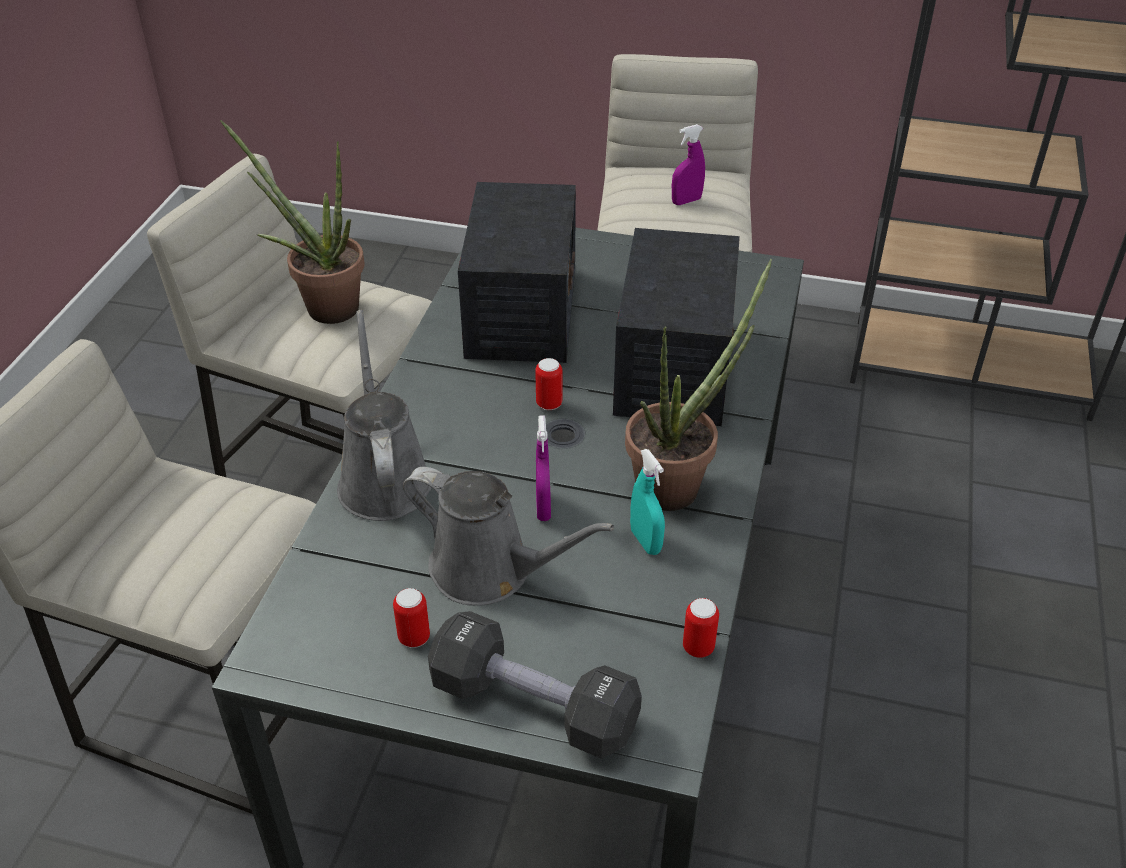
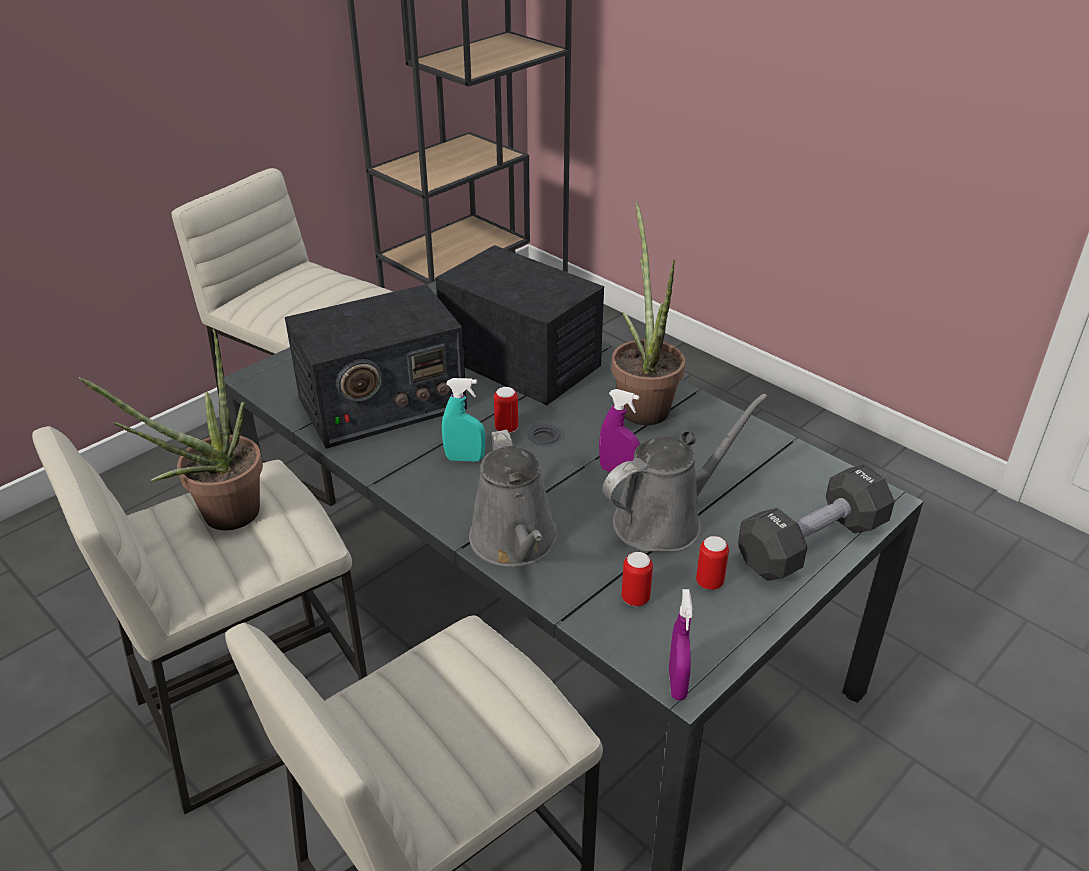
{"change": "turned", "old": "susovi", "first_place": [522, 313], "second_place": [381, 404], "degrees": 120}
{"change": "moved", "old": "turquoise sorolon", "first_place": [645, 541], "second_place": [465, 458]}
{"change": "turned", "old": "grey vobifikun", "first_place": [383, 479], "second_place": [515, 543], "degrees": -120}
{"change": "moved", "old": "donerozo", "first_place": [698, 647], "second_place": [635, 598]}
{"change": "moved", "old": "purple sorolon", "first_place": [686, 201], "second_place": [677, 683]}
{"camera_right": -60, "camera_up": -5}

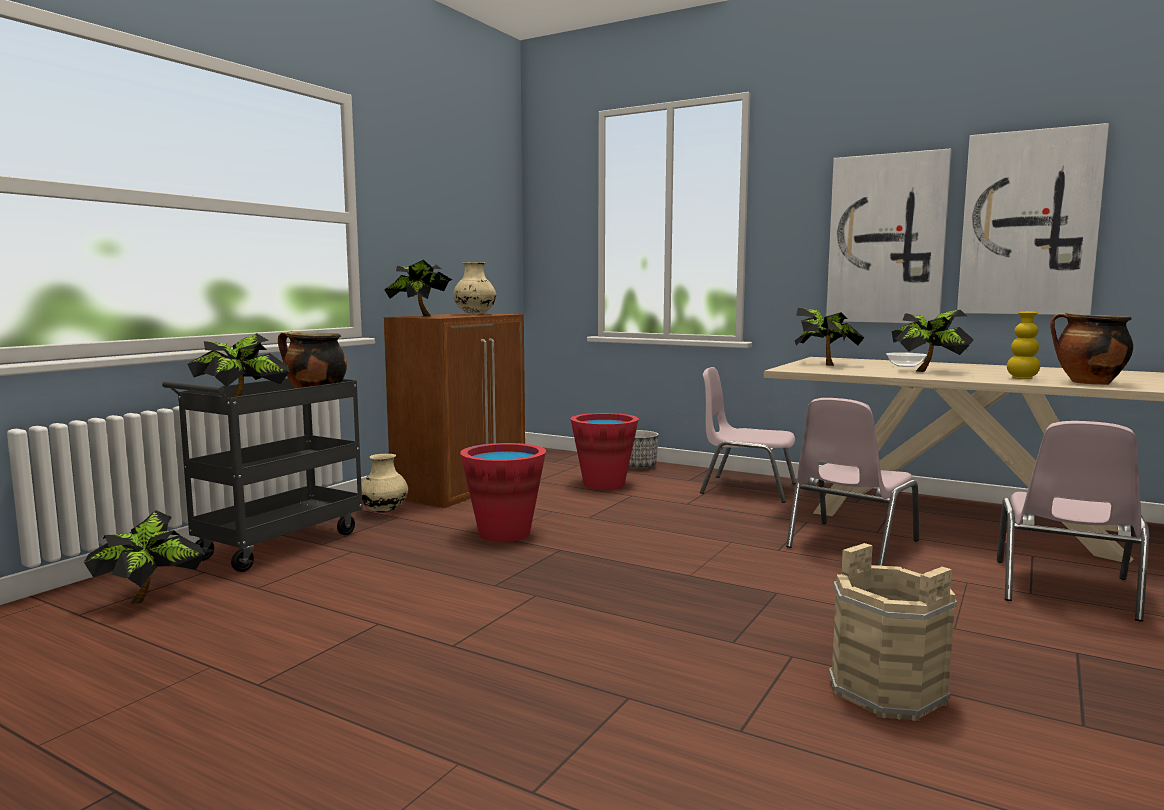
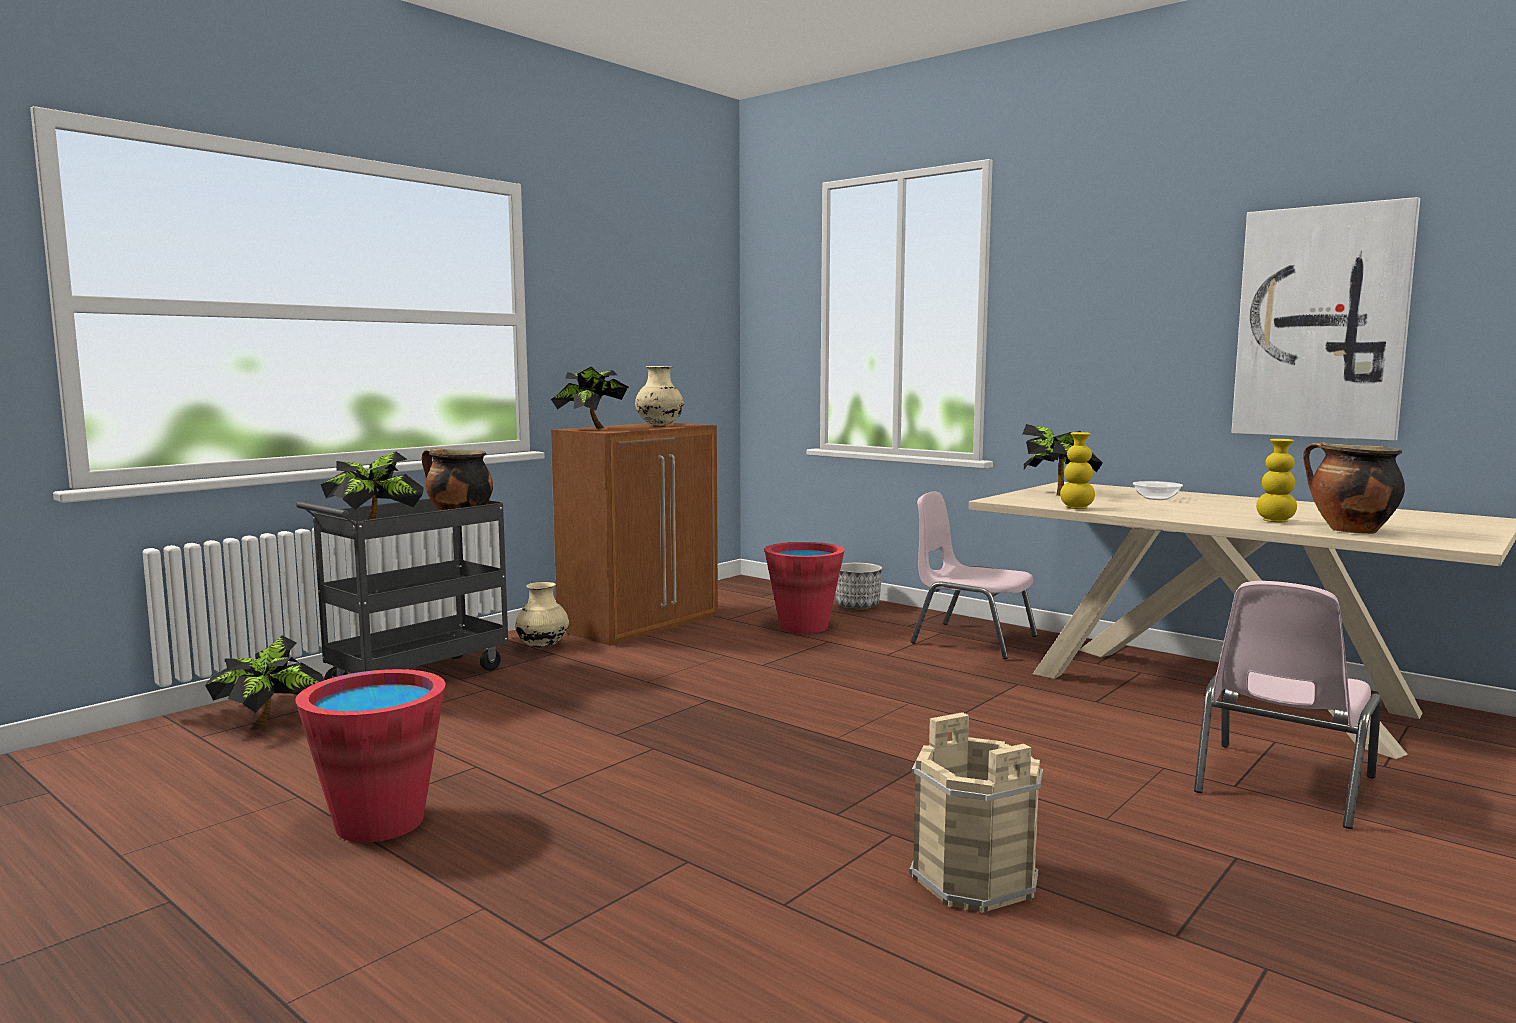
{"change": "moved", "old": "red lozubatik", "first_place": [504, 533], "second_place": [380, 822]}
{"change": "added", "new": "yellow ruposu", "second_place": [1076, 508]}
{"change": "removed", "old": "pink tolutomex", "first_place": [850, 544]}
{"change": "removed", "old": "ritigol", "first_place": [886, 239]}
{"change": "removed", "old": "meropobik", "first_place": [930, 372]}
{"camera_right": 10, "camera_up": 0}

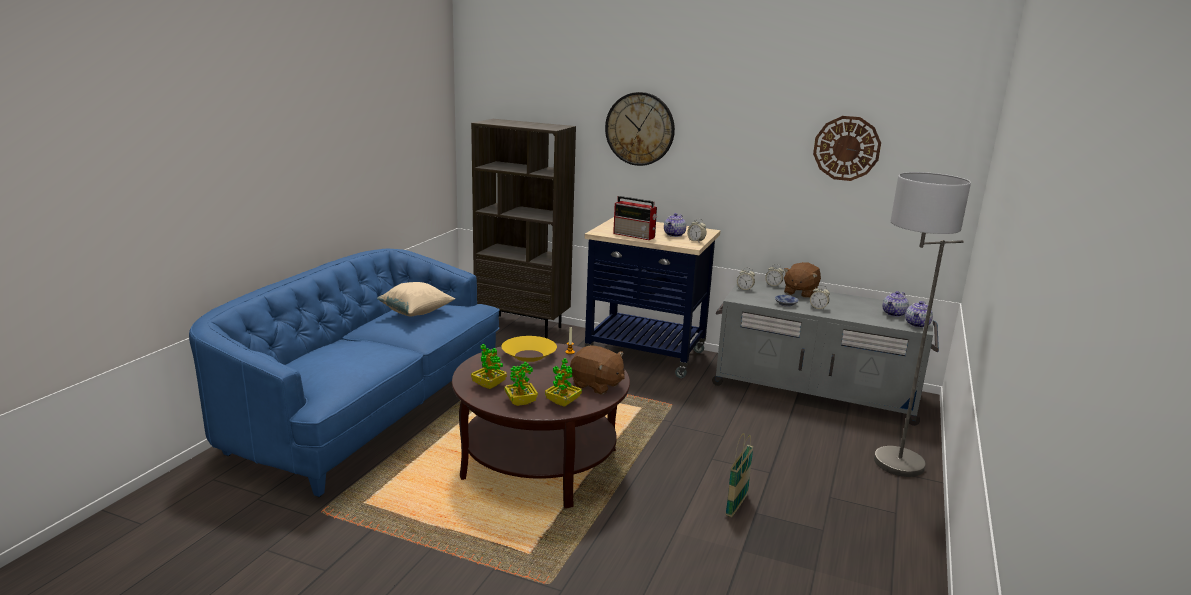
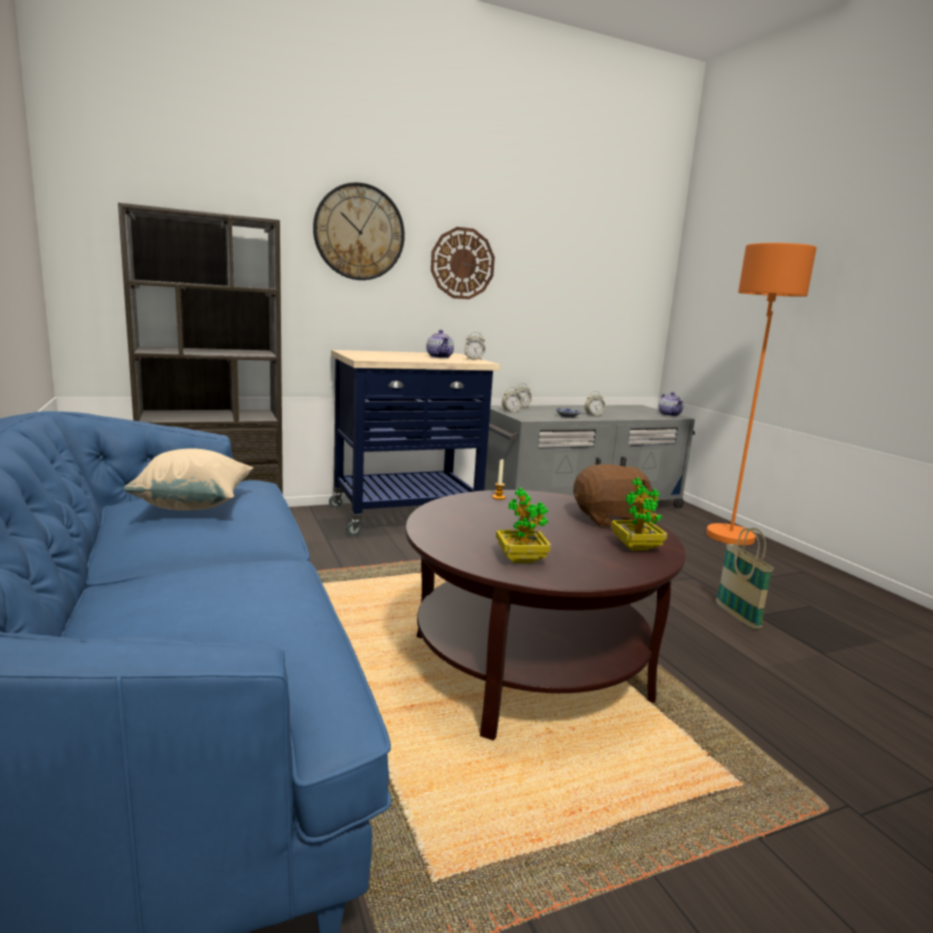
{"change": "moved", "old": "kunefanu", "first_place": [846, 148], "second_place": [462, 263]}
{"change": "recoloured", "old": "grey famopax", "new": "orange famopax", "first_place": [886, 465], "second_place": [728, 541]}
{"change": "removed", "old": "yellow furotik", "first_place": [529, 356]}
{"change": "removed", "old": "meropobik", "first_place": [521, 402]}
{"change": "removed", "old": "susovi", "first_place": [635, 235]}
{"change": "removed", "old": "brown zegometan", "first_place": [800, 292]}
{"change": "removed", "old": "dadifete", "first_place": [894, 314]}
{"camera_right": -45, "camera_up": -5}

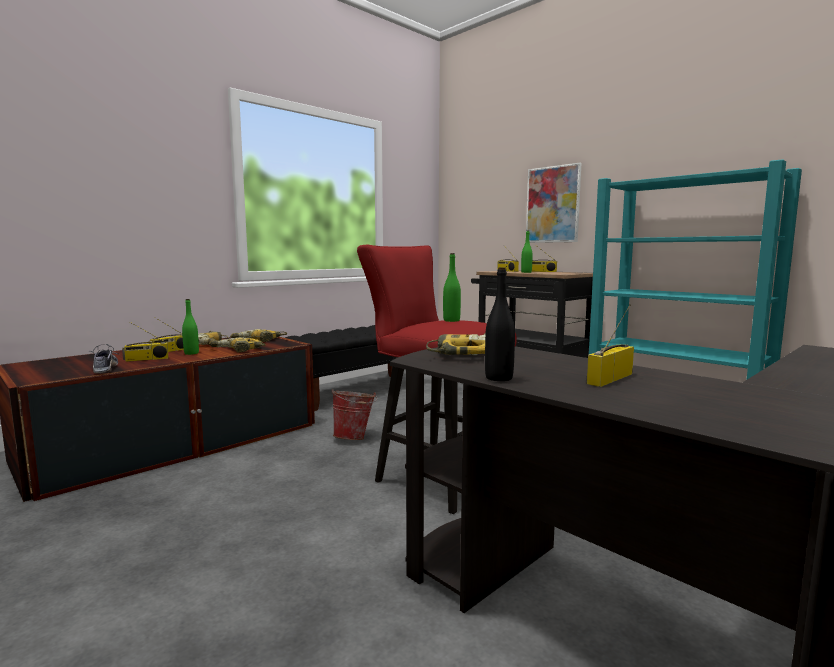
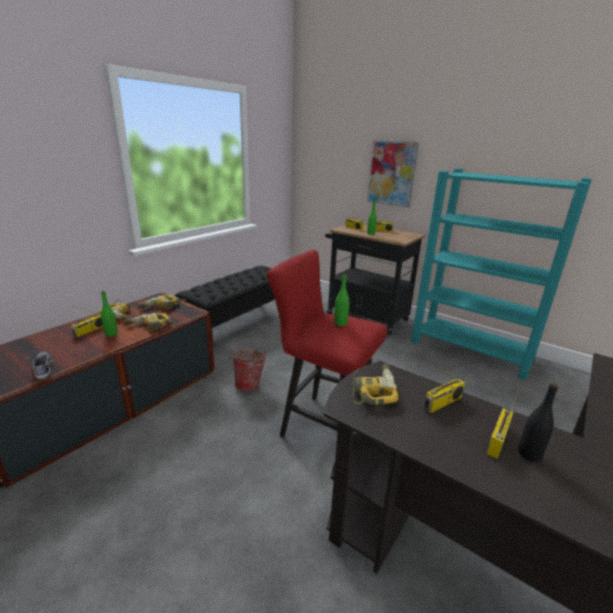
{"change": "moved", "old": "susovi", "first_place": [146, 359], "second_place": [442, 403]}
{"change": "moved", "old": "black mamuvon", "first_place": [499, 378], "second_place": [529, 454]}
{"camera_right": -10, "camera_up": 15}

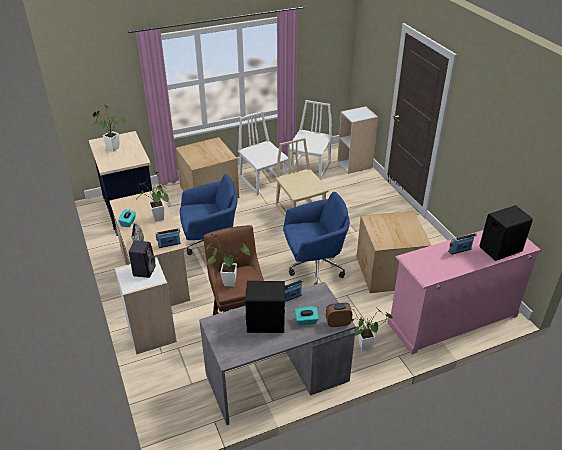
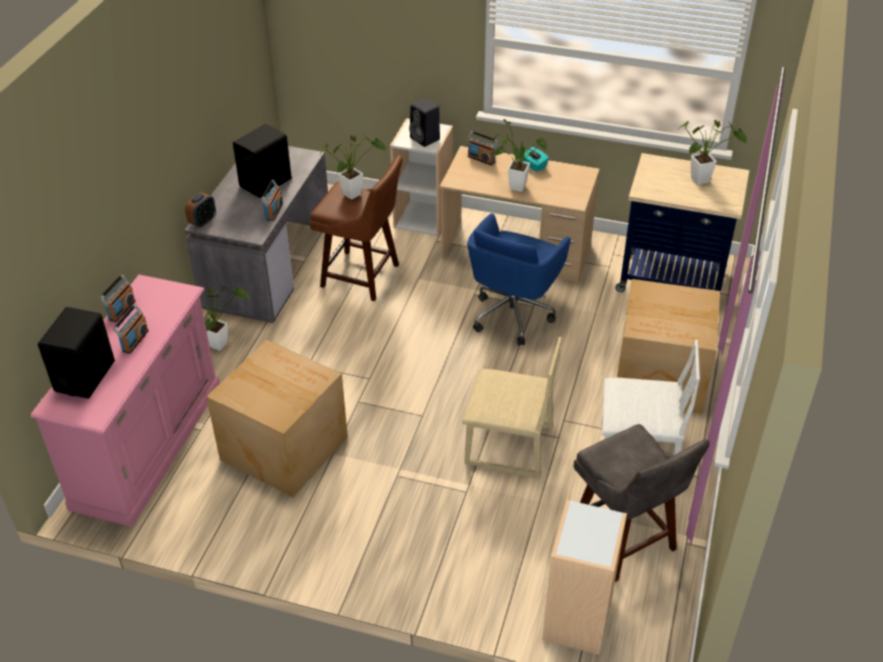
{"change": "moved", "old": "susovi", "first_place": [169, 244], "second_place": [121, 310]}
{"change": "replaced", "old": "white tolutomex", "new": "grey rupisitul", "first_place": [310, 168], "second_place": [625, 542]}
{"change": "removed", "old": "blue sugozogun", "first_place": [313, 270]}
{"change": "removed", "old": "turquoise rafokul", "first_place": [306, 321]}
{"camera_right": 130, "camera_up": 5}

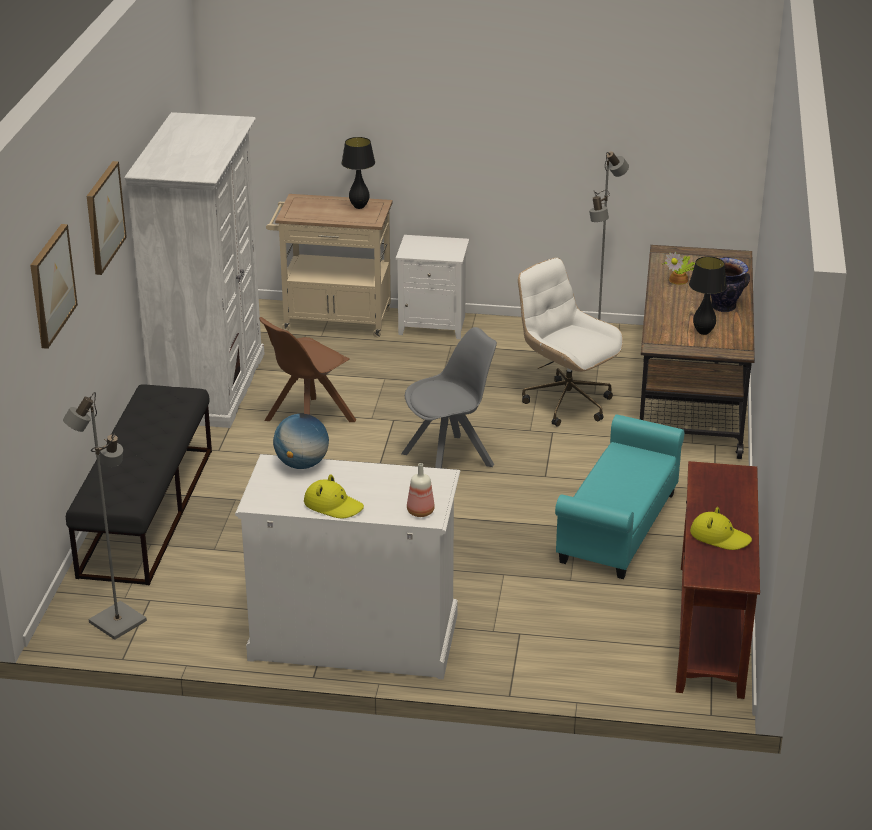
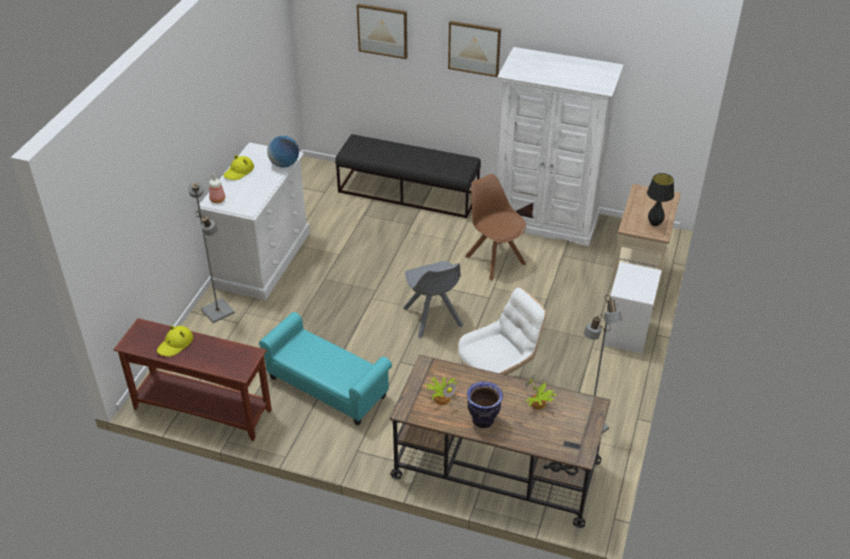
{"change": "moved", "old": "grey famopax", "first_place": [118, 621], "second_place": [218, 311]}
{"change": "replaced", "old": "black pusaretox", "new": "meropobik", "first_place": [703, 332], "second_place": [442, 397]}
{"camera_right": 100, "camera_up": 10}

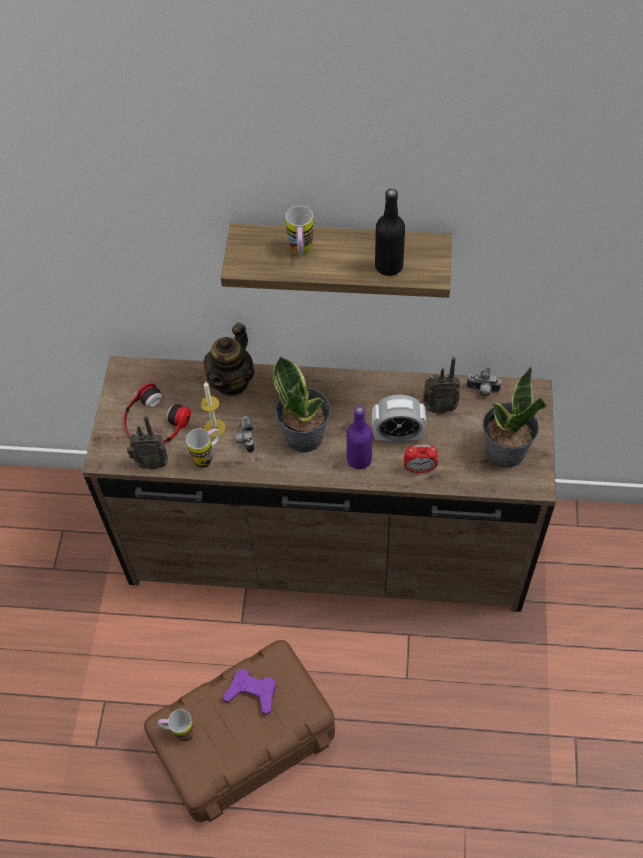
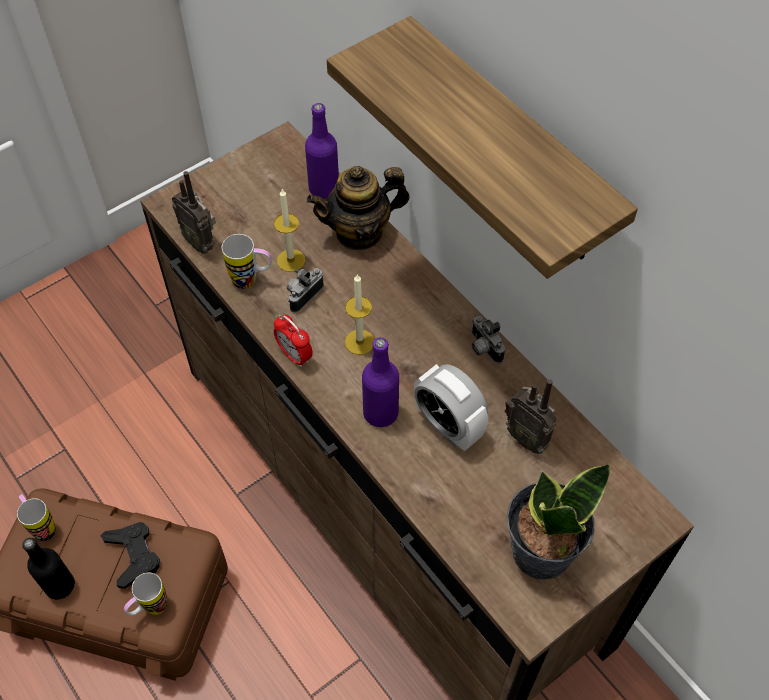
{"change": "moved", "old": "black mamuvon", "first_place": [388, 266], "second_place": [60, 585]}
{"change": "recoloured", "old": "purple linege", "new": "black linege", "first_place": [252, 693], "second_place": [133, 555]}
{"change": "moved", "old": "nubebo", "first_place": [301, 253], "second_place": [150, 609]}
{"change": "moved", "old": "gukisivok", "first_place": [419, 469], "second_place": [294, 355]}
{"change": "added", "new": "purple mamuvon", "second_place": [324, 188]}
{"change": "replaced", "old": "meropobik", "new": "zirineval", "first_place": [305, 436], "second_place": [359, 342]}
{"change": "moved", "old": "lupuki", "first_place": [482, 391], "second_place": [483, 348]}
{"change": "removed", "old": "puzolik", "first_place": [154, 422]}
{"camera_right": 45, "camera_up": 0}

